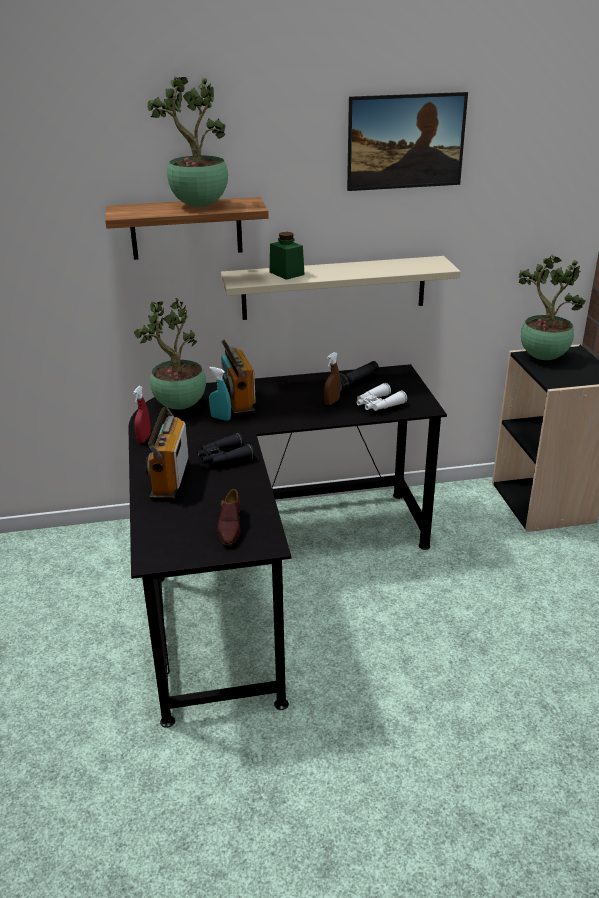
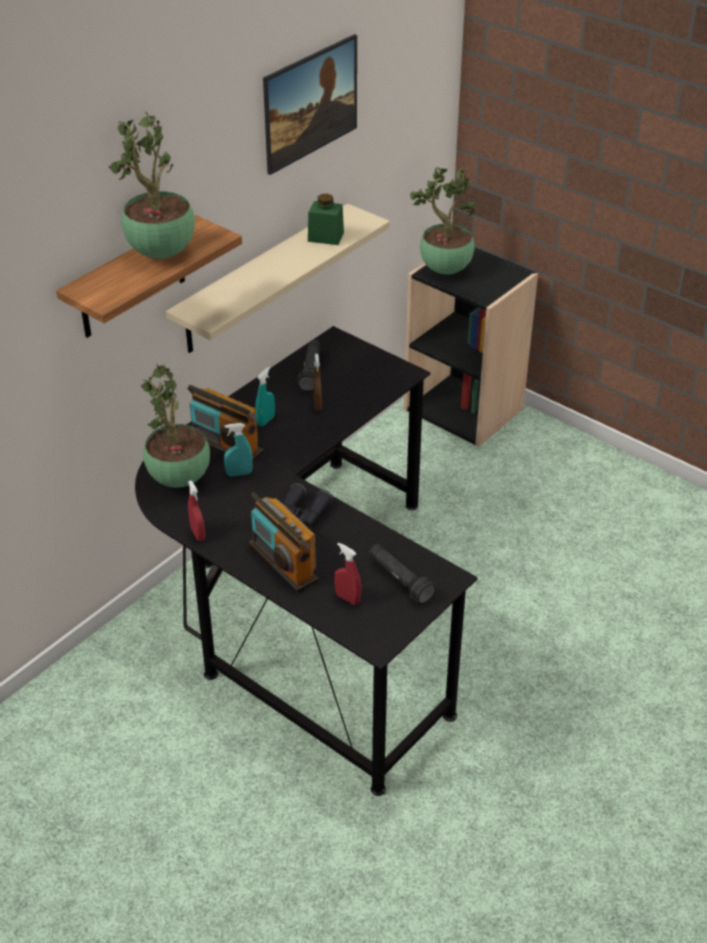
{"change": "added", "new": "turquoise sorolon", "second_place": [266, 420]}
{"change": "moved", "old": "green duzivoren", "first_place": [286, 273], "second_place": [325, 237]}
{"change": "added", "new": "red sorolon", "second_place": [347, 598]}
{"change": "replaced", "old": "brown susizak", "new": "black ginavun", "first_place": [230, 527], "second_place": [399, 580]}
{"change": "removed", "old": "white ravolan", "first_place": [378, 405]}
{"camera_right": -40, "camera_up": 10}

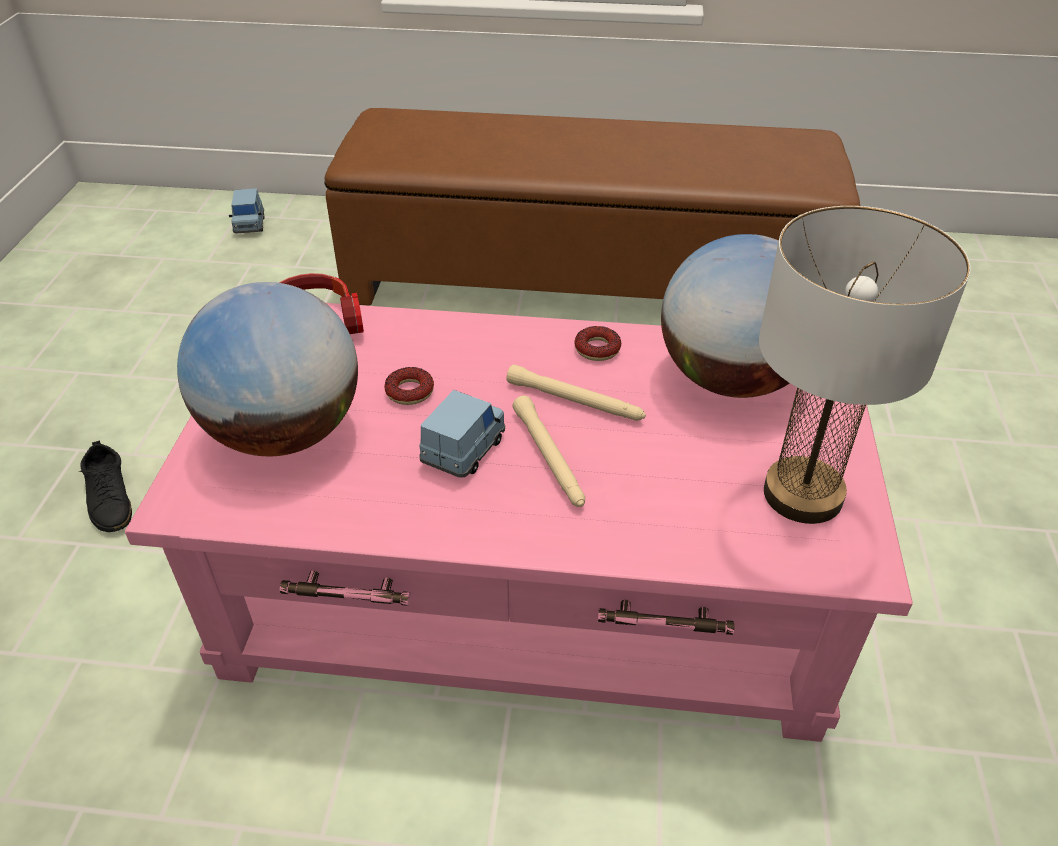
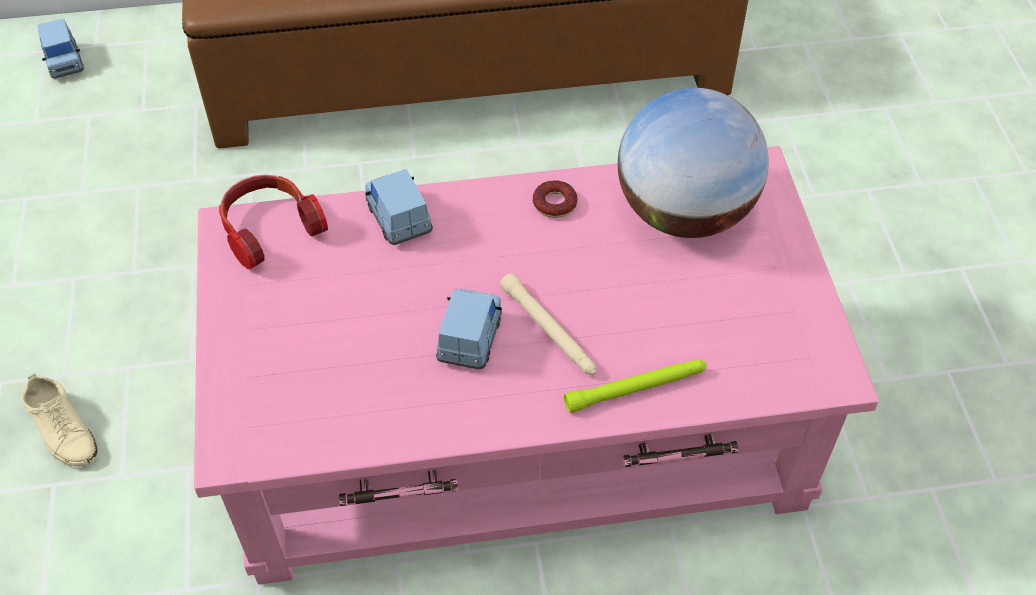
{"change": "recoloured", "old": "black susizak", "new": "beige susizak", "first_place": [110, 498], "second_place": [63, 429]}
{"change": "added", "new": "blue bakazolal", "second_place": [399, 218]}
{"change": "added", "new": "green ginavun", "second_place": [636, 388]}
{"change": "removed", "old": "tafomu", "first_place": [285, 432]}
{"change": "removed", "old": "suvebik", "first_place": [409, 391]}
{"change": "removed", "old": "beige ginavun", "first_place": [575, 401]}
{"change": "removed", "old": "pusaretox", "first_place": [802, 493]}
{"camera_right": -15, "camera_up": 10}

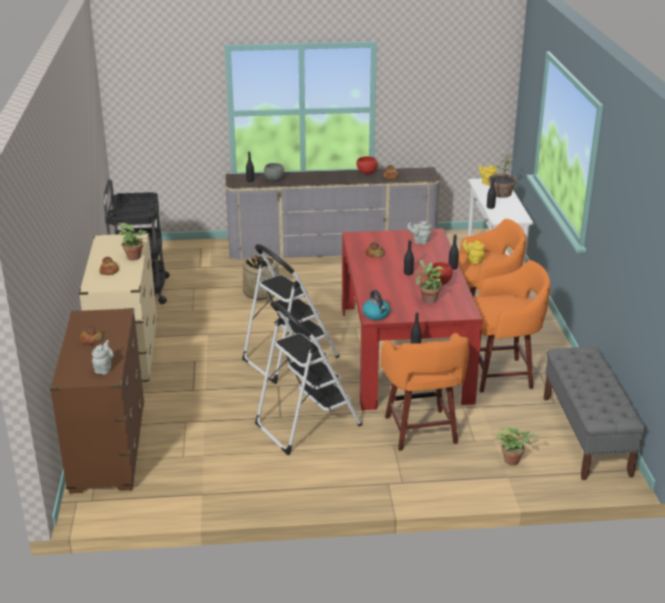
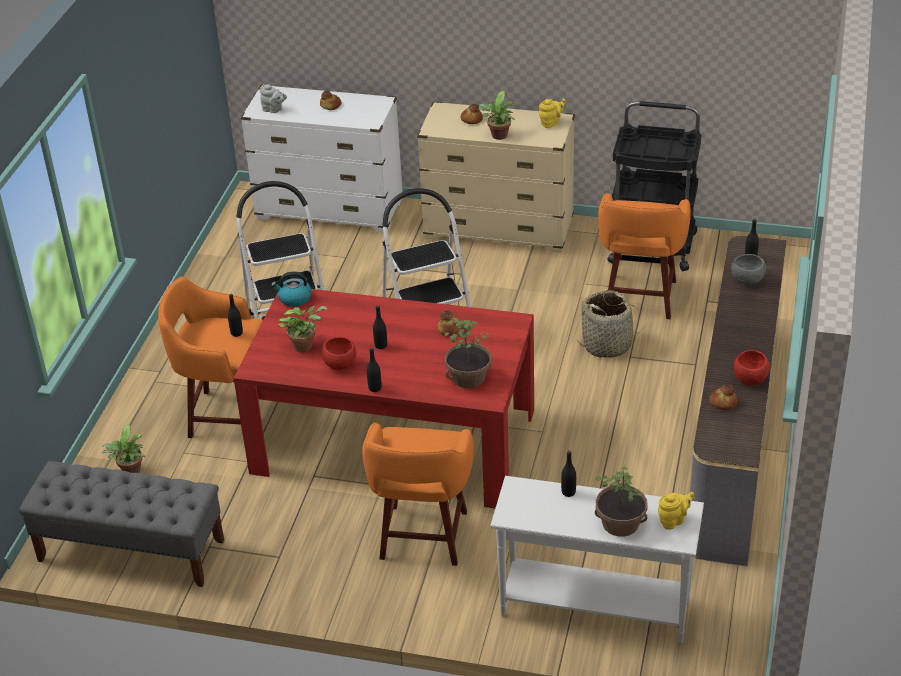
{"change": "recoloured", "old": "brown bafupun", "new": "white bafupun", "first_place": [108, 448], "second_place": [330, 210]}
{"change": "replaced", "old": "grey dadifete", "new": "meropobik", "first_place": [420, 241], "second_place": [468, 378]}
{"change": "moved", "old": "yellow dadifete", "first_place": [473, 260], "second_place": [551, 123]}
{"change": "moved", "old": "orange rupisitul", "first_place": [502, 375], "second_place": [640, 299]}
{"camera_right": 110, "camera_up": 10}

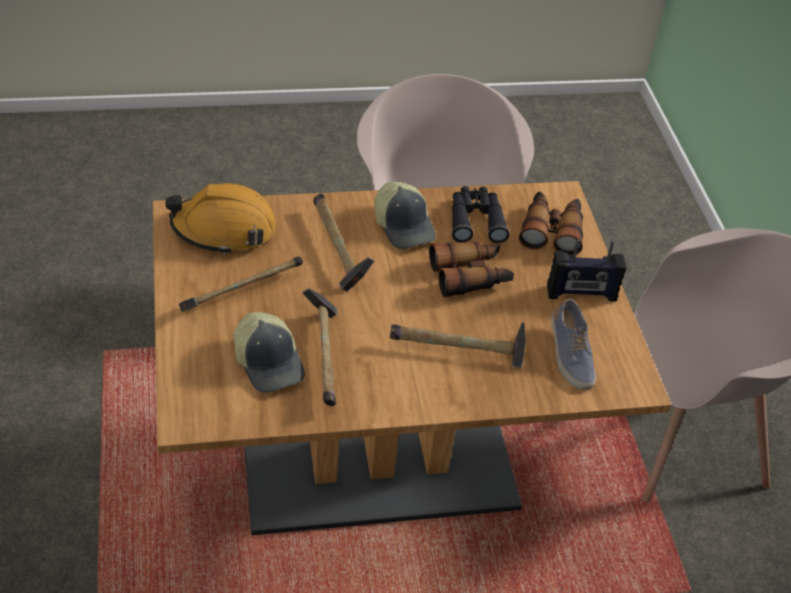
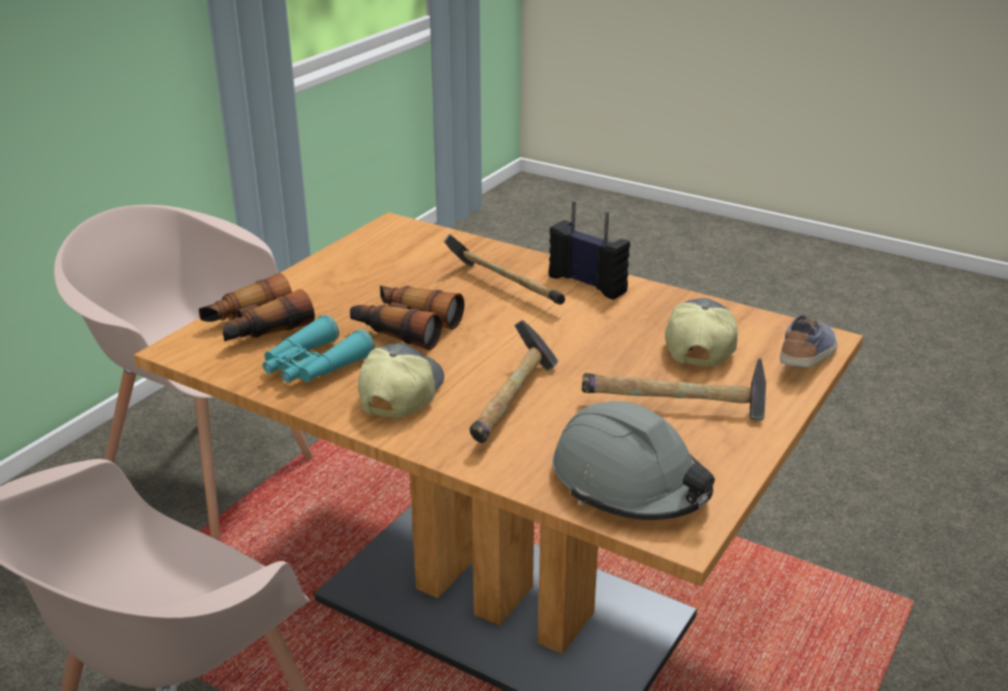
{"change": "recoloured", "old": "black ravolan", "new": "turquoise ravolan", "first_place": [476, 220], "second_place": [313, 366]}
{"change": "moved", "old": "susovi", "first_place": [581, 294], "second_place": [588, 283]}
{"change": "recoloured", "old": "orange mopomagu", "new": "grey mopomagu", "first_place": [224, 229], "second_place": [630, 483]}
{"change": "moved", "old": "susizak", "first_place": [569, 355], "second_place": [808, 357]}
{"change": "removed", "old": "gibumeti", "first_place": [325, 357]}
{"camera_right": -135, "camera_up": -15}

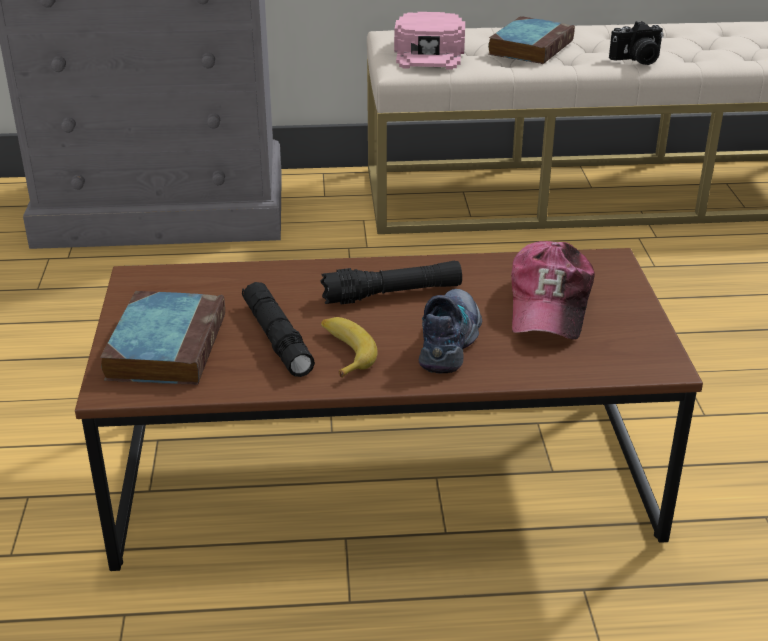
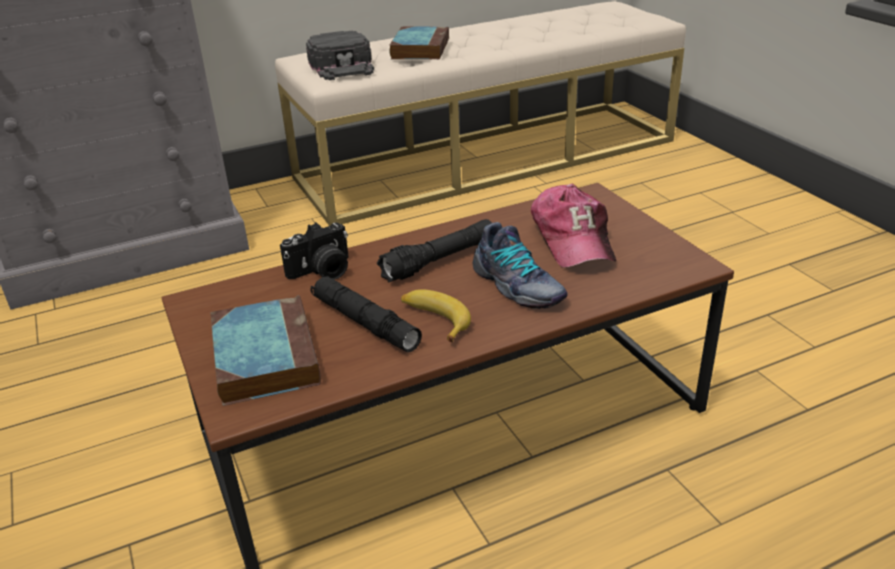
{"change": "moved", "old": "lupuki", "first_place": [637, 60], "second_place": [322, 272]}
{"change": "recoloured", "old": "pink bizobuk", "new": "black bizobuk", "first_place": [430, 53], "second_place": [342, 65]}
{"change": "turned", "old": "susizak", "first_place": [450, 340], "second_place": [516, 287], "degrees": 150}
{"camera_right": -20, "camera_up": 0}

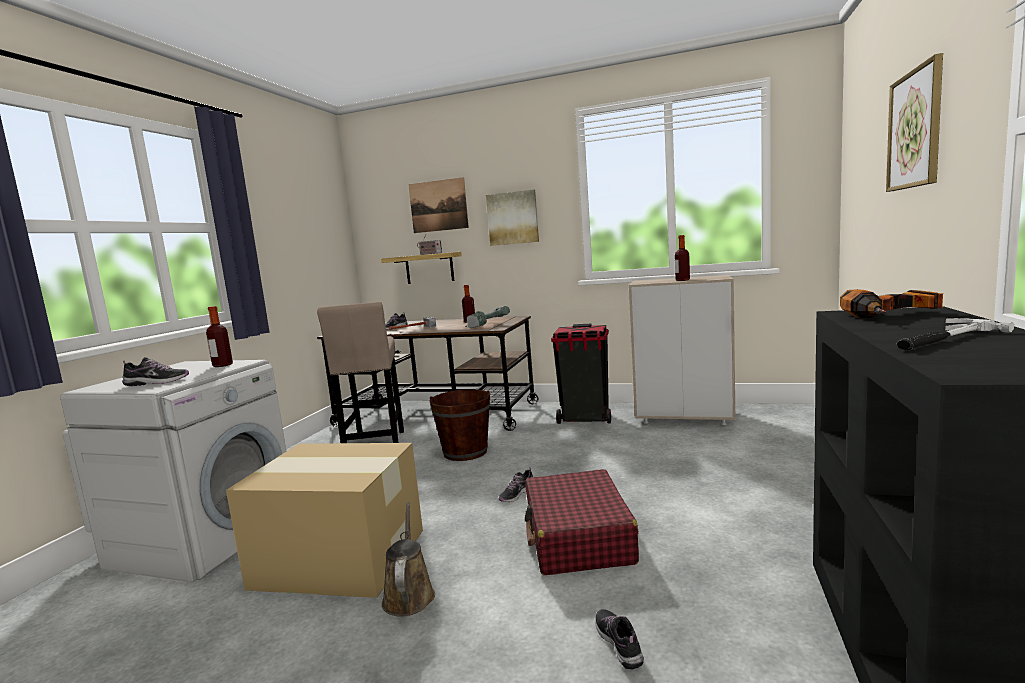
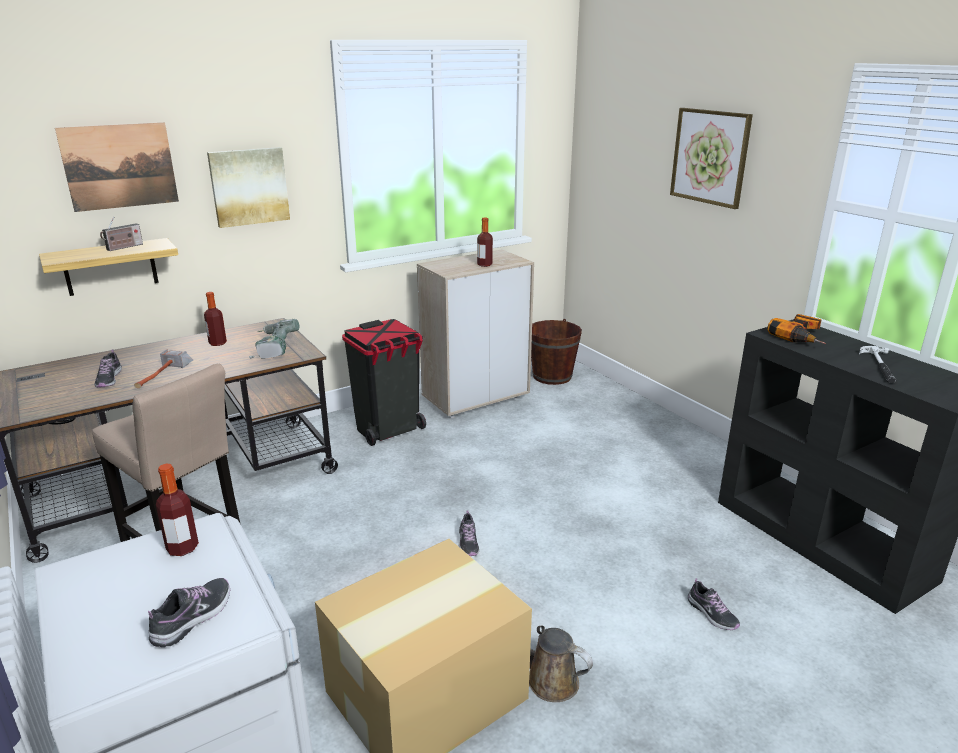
{"change": "moved", "old": "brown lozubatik", "first_place": [465, 452], "second_place": [552, 376]}
{"change": "turned", "old": "susizak", "first_place": [619, 643], "second_place": [712, 614], "degrees": -150}
{"change": "removed", "old": "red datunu", "first_place": [578, 537]}
{"camera_right": -50, "camera_up": 15}

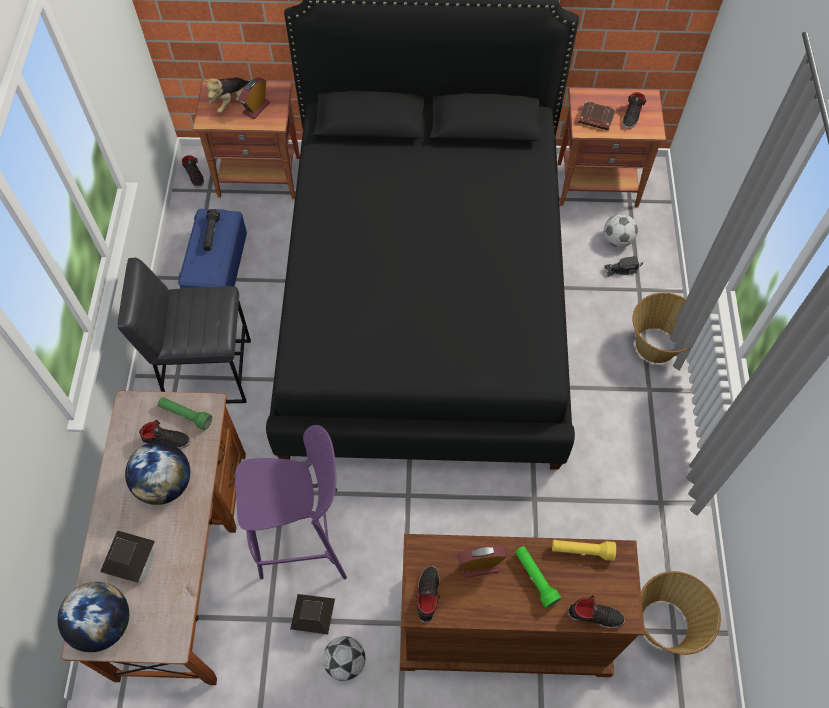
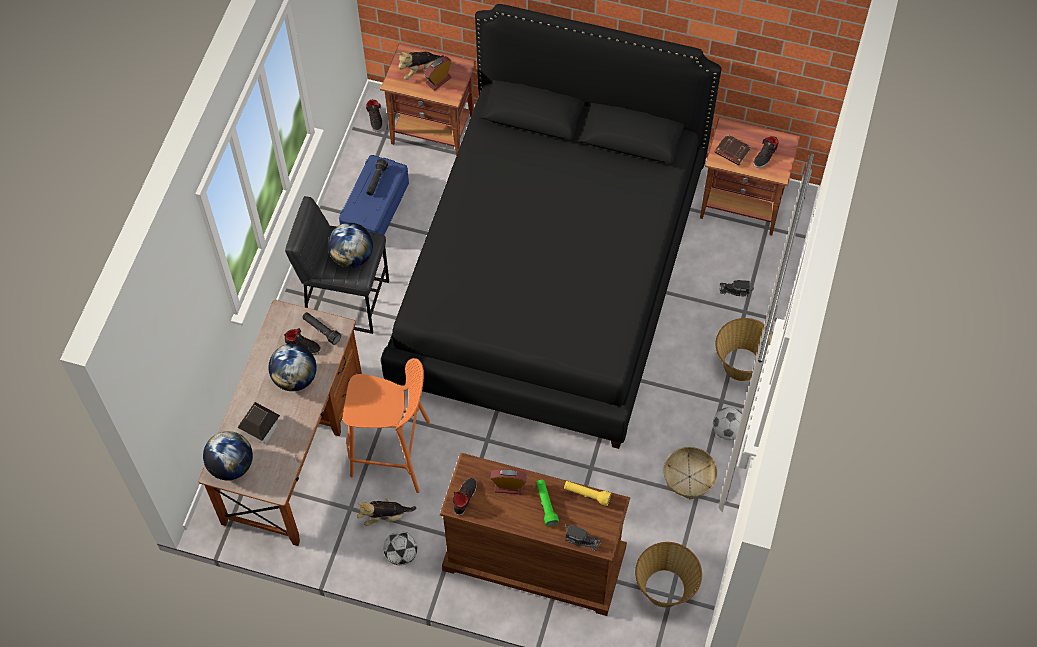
{"change": "recoloured", "old": "green ginavun", "new": "black ginavun", "first_place": [185, 415], "second_place": [321, 330]}
{"change": "added", "new": "tafomu", "second_place": [352, 256]}
{"change": "recoloured", "old": "purple rupisitul", "new": "orange rupisitul", "first_place": [303, 538], "second_place": [392, 453]}
{"change": "replaced", "old": "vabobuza", "new": "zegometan", "first_place": [314, 618], "second_place": [385, 516]}
{"change": "replaced", "old": "black susizak", "new": "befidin", "first_place": [595, 615], "second_place": [581, 540]}
{"change": "added", "new": "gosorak", "second_place": [689, 477]}
{"change": "moved", "old": "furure", "first_place": [617, 240], "second_place": [727, 430]}
{"camera_right": 15, "camera_up": 0}

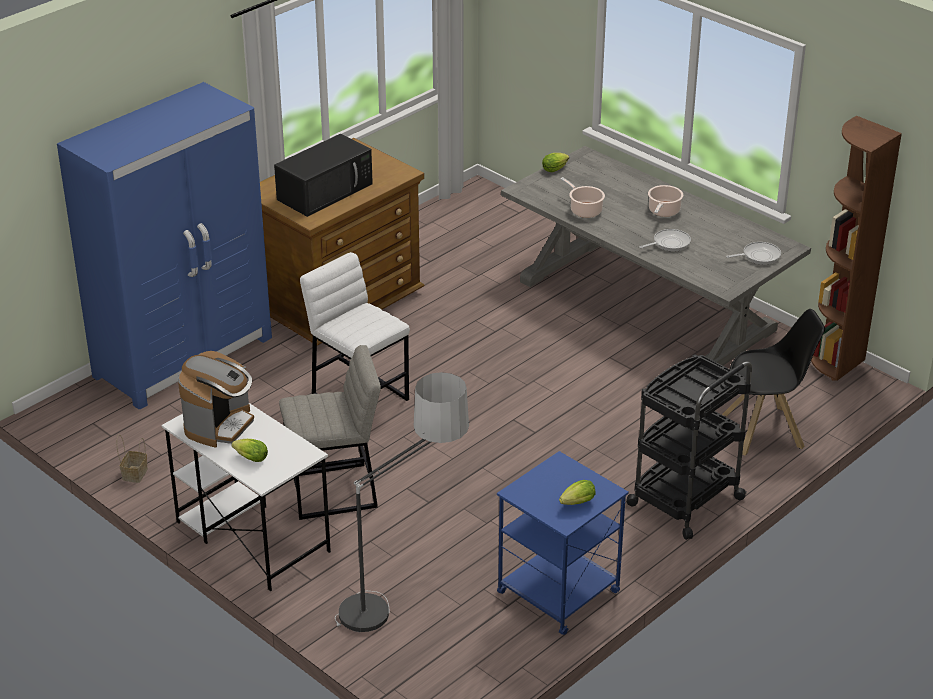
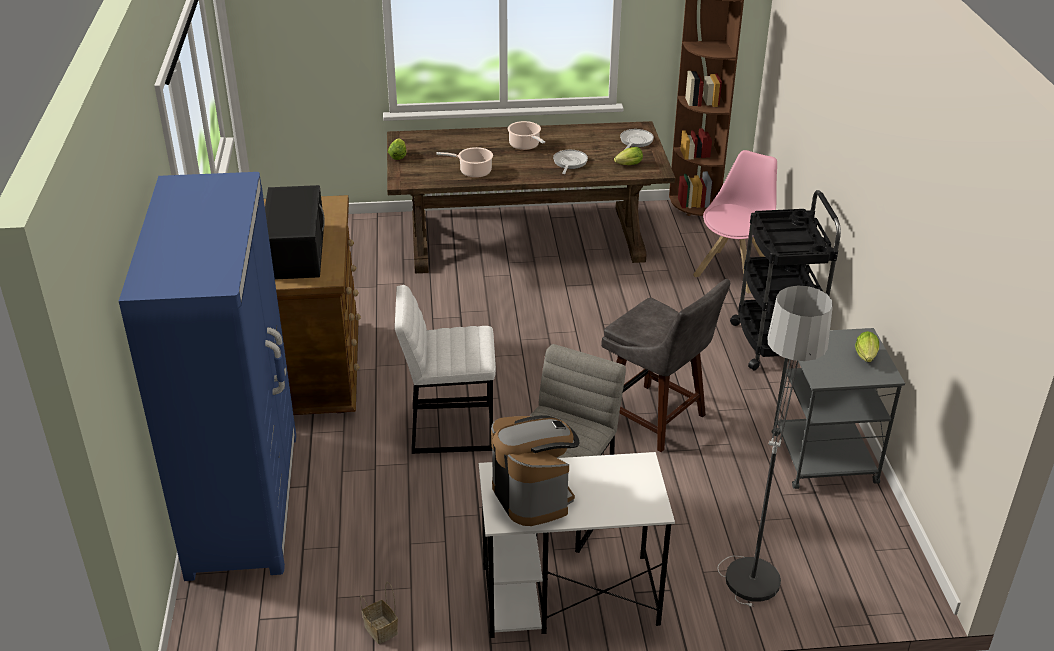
{"change": "recoloured", "old": "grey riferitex", "new": "brown riferitex", "first_place": [644, 305], "second_place": [525, 239]}
{"change": "added", "new": "grey rupisitul", "second_place": [657, 419]}
{"change": "moved", "old": "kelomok", "first_place": [249, 458], "second_place": [627, 165]}
{"change": "recoloured", "old": "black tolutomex", "new": "pink tolutomex", "first_place": [765, 430], "second_place": [733, 270]}
{"change": "recoloured", "old": "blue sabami", "new": "grey sabami", "first_place": [557, 593], "second_place": [824, 459]}
{"camera_right": -50, "camera_up": 0}

